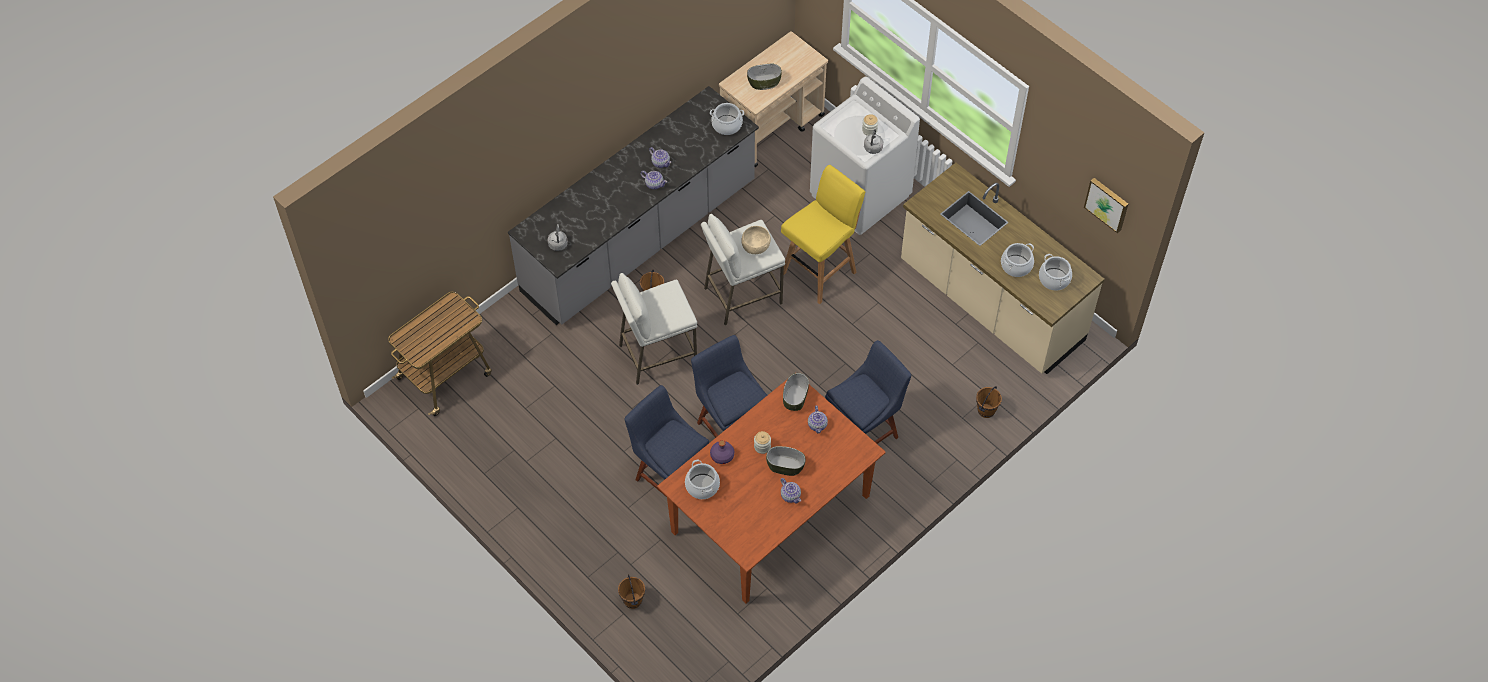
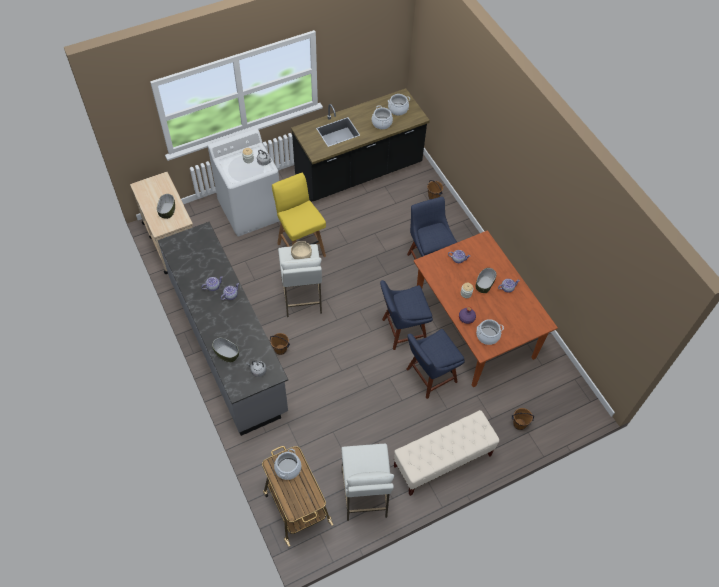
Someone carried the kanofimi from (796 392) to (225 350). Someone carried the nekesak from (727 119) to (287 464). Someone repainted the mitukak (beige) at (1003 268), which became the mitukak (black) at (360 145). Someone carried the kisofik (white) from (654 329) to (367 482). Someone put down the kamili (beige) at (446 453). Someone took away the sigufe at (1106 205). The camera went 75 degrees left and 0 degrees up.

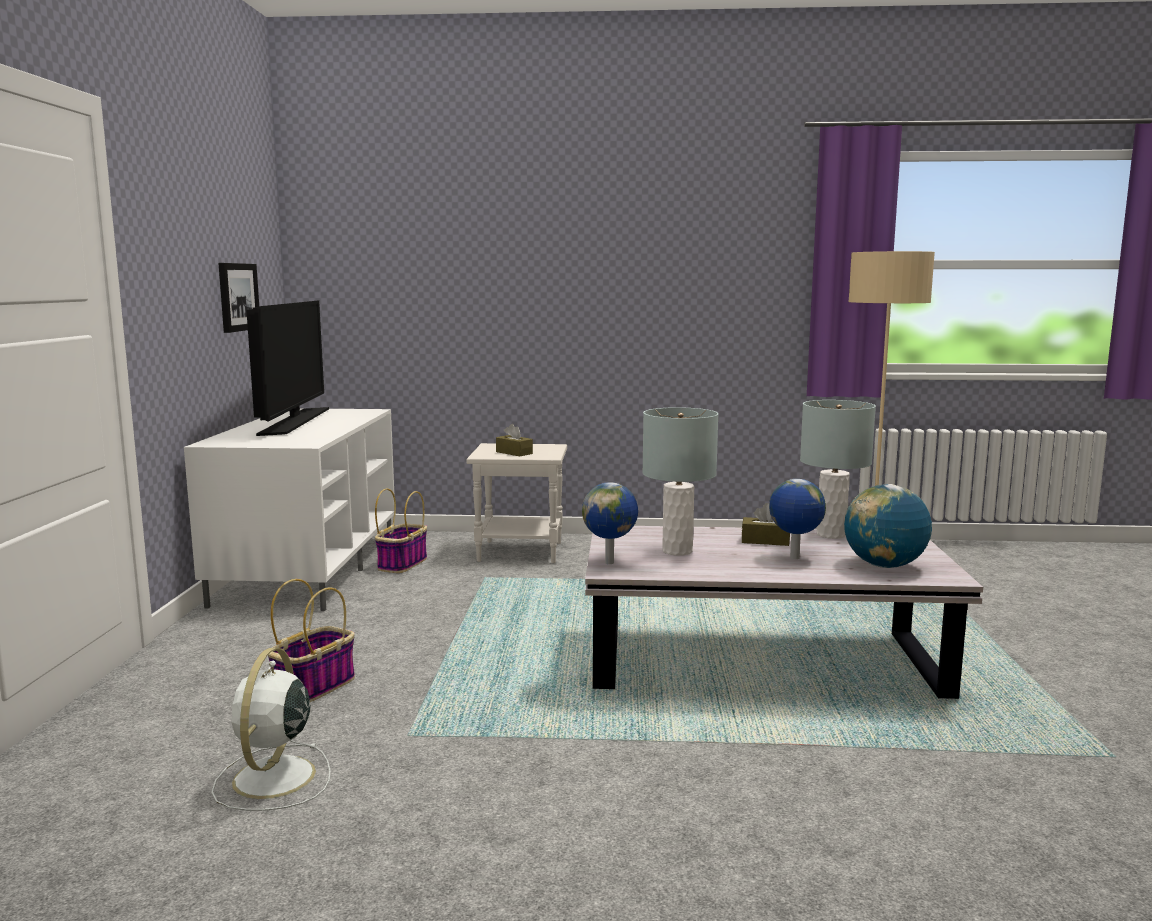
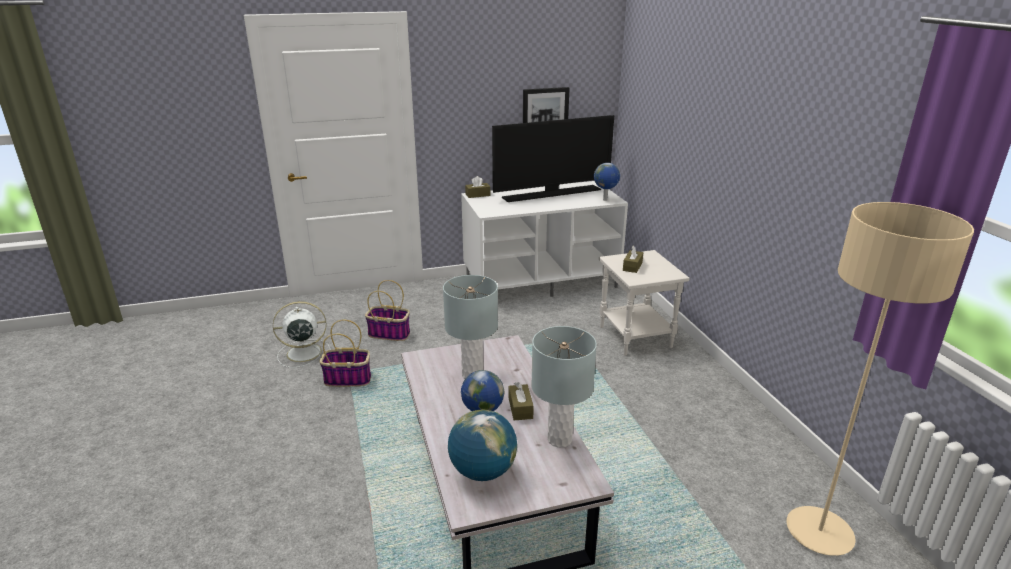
Someone carried the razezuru from (401 530) to (345 353). Someone put down the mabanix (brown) at (477 187). Someone carried the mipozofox from (610 523) to (607 182). The camera went 70 degrees right and 15 degrees up.

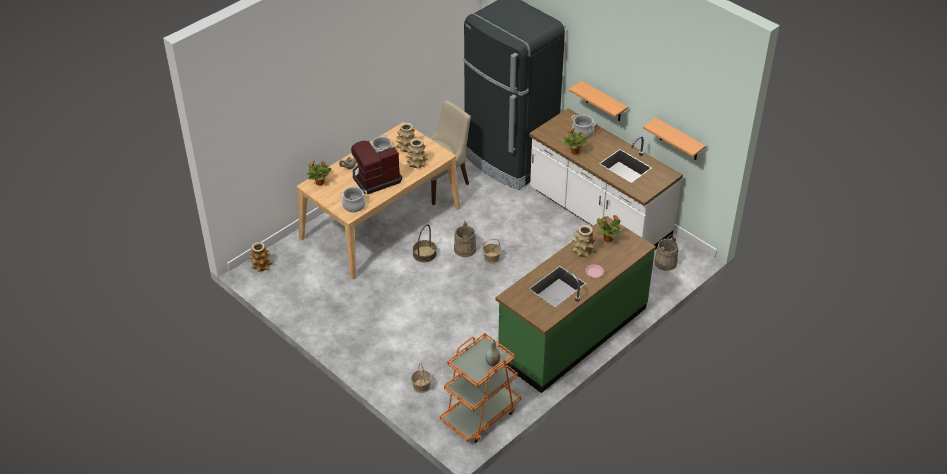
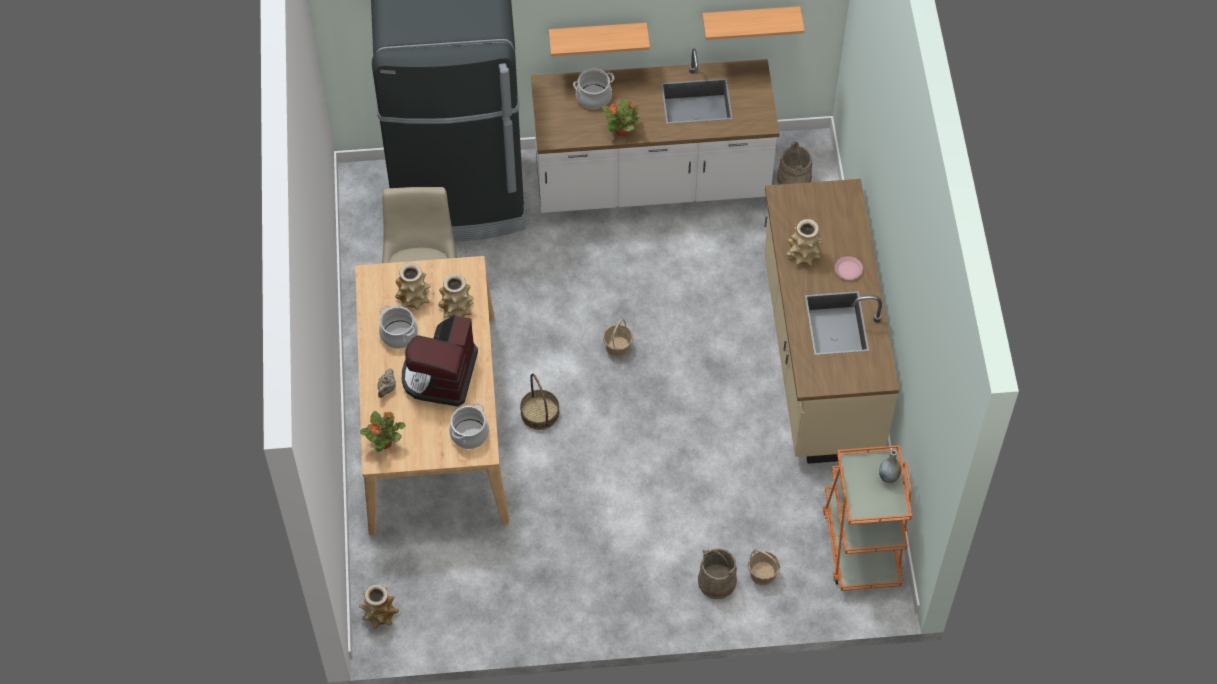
Someone carried the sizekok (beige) from (465 239) to (717 573). Someone repainted the mitukak (green) at (576 304), which became the mitukak (beige) at (831 321). Someone took away the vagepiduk at (610 229). The camera went 50 degrees left and 15 degrees up.

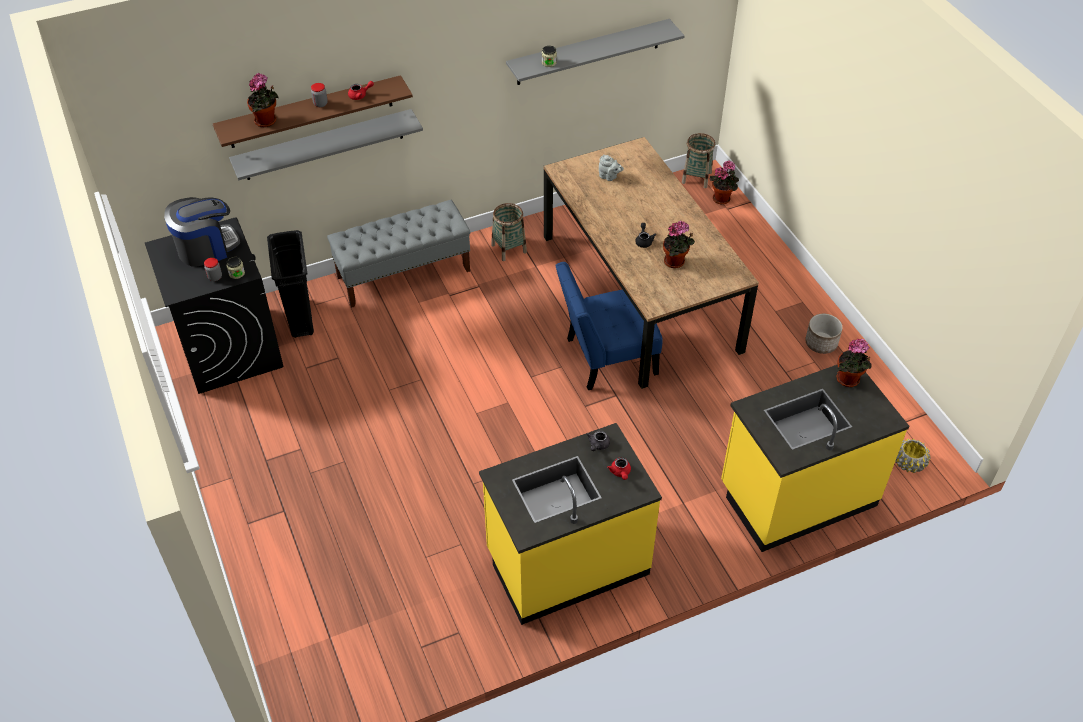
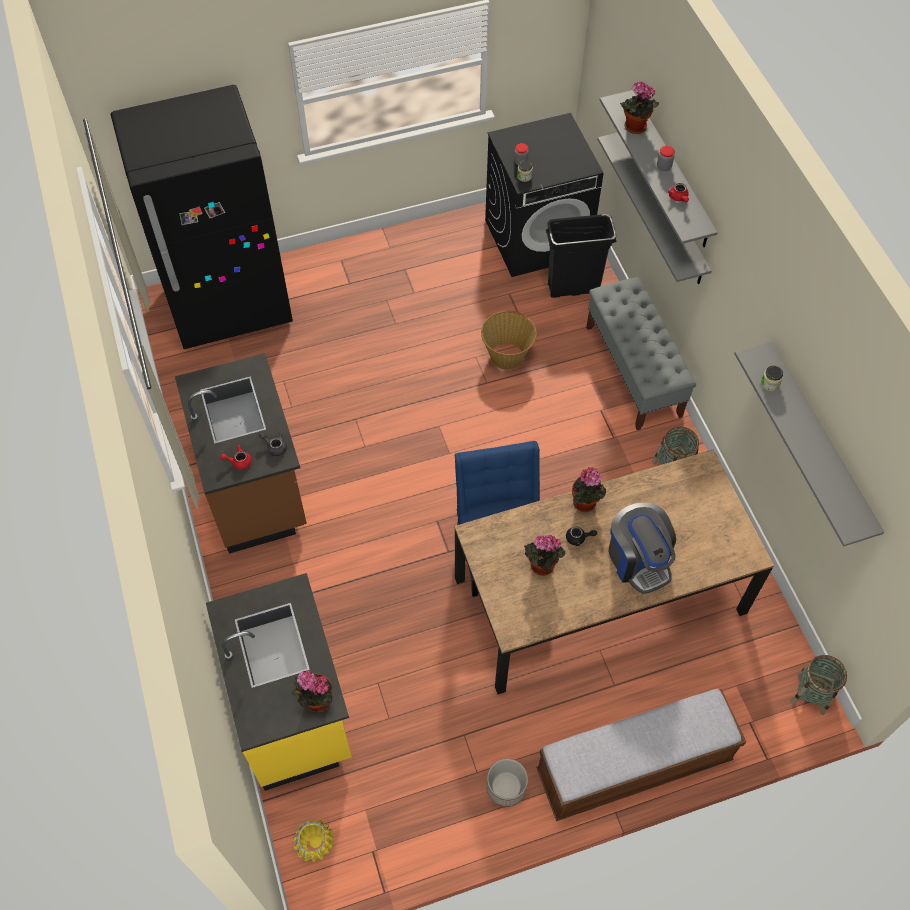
Someone put down the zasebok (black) at (202 217). Someone repainted the mitukak (yellow) at (570 524), which became the mitukak (brown) at (241 453). Someone put down the razezuru at (509 340). Someone put down the kamili at (641 755). Someone carried the vagepiduk from (724 182) to (589 489). Someone repainted the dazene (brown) at (313 111), which became the dazene (grey) at (659 168). Someone carried the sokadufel from (202 232) to (642 548). Someone took away the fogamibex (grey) at (611 168). The camera went 95 degrees right and 10 degrees up.

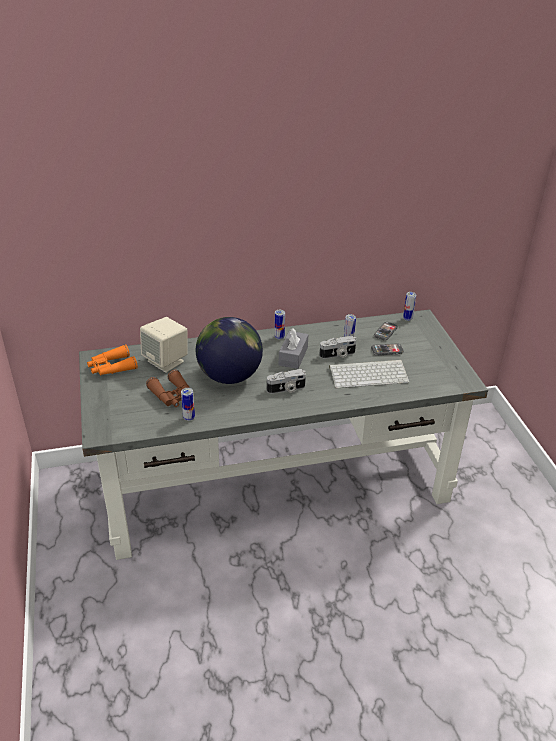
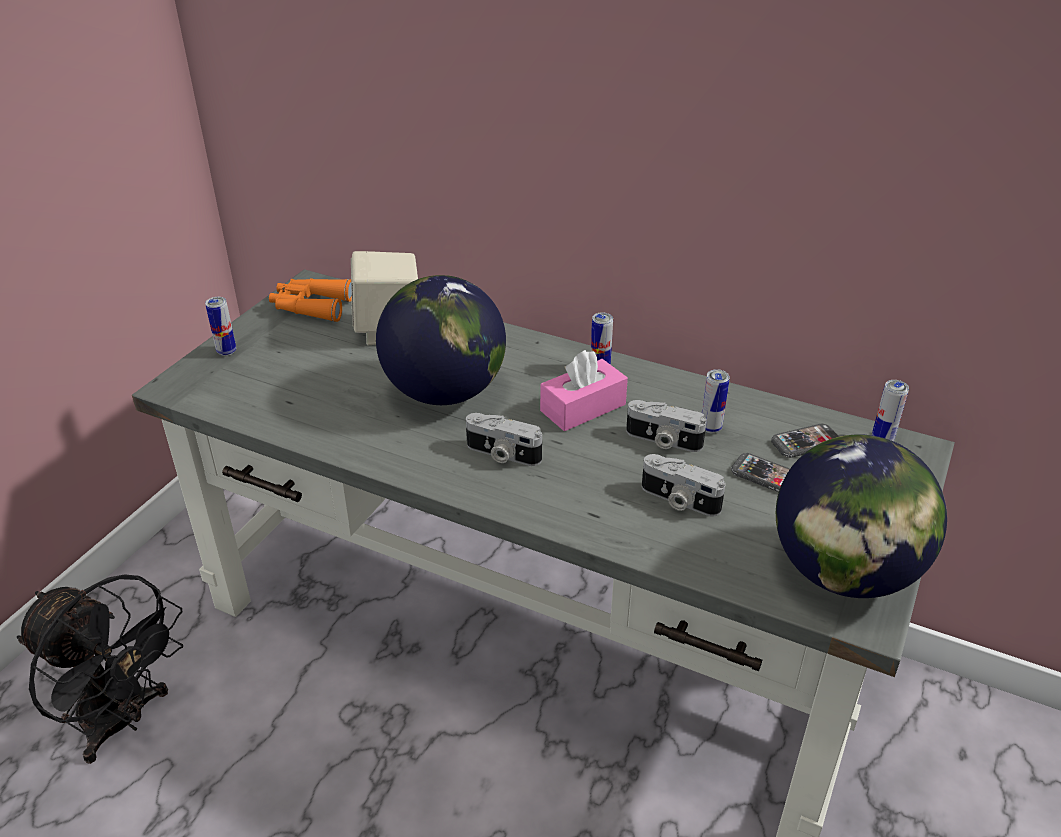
Someone put down the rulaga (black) at (100 669). Someone carried the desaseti from (188 404) to (220 326). Someone repainted the mabanix (grey) at (293 348), which became the mabanix (pink) at (584 390). Someone swapped the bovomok at (369 374) for the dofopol at (683 485). Someone put down the mipozofox at (861 516). Someone took away the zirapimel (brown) at (167 388). The camera went 40 degrees right and 0 degrees up.

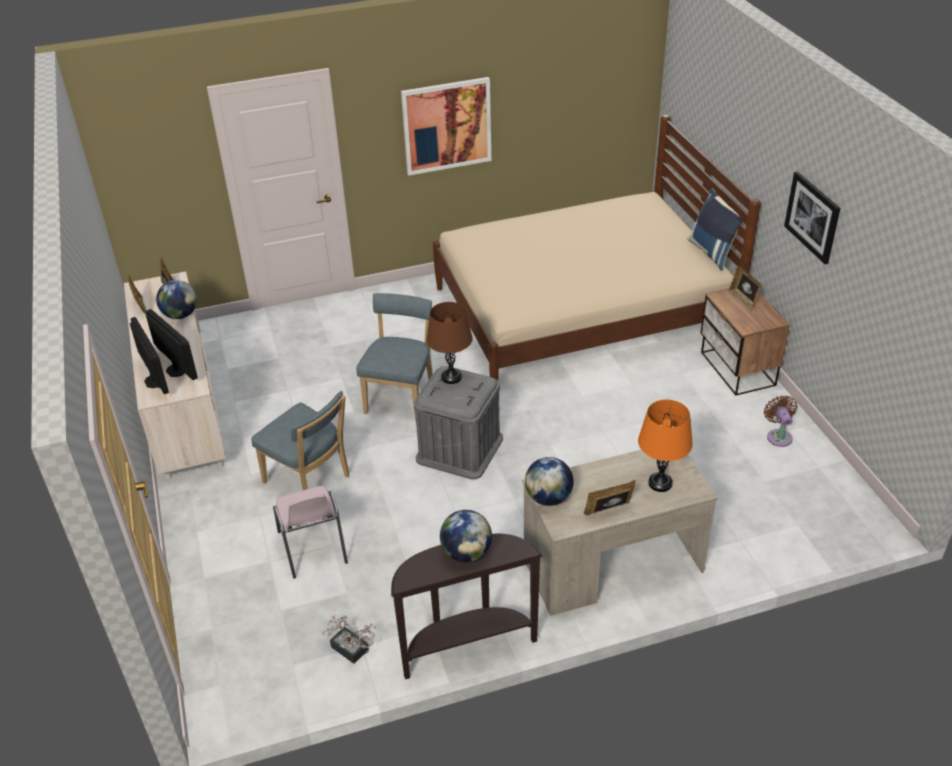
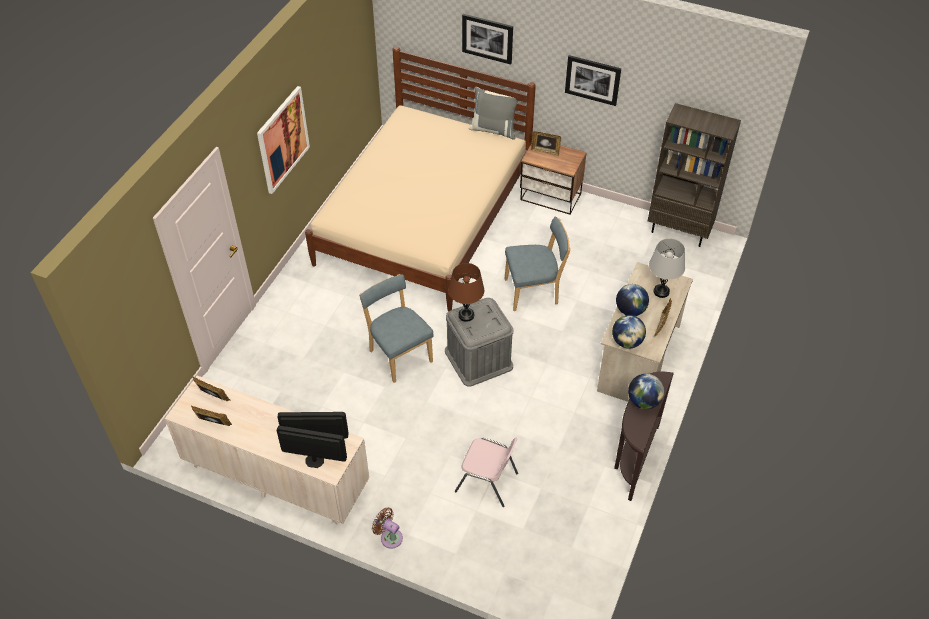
Someone carried the rulaga (brown) from (780 421) to (387 528). Someone put up the sigufe at (487 39). Someone repainted the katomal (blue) at (714 229), which became the katomal (grey) at (493 113). Someone carried the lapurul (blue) from (300 440) to (537 263). Someone carried the mipozofox from (176 299) to (632 300). Someone put down the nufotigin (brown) at (694 175). Someone repainted the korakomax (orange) at (665 446), which became the korakomax (grey) at (667 268). Someone took away the vagepiduk at (349 639). The camera went 50 degrees left and 10 degrees up.

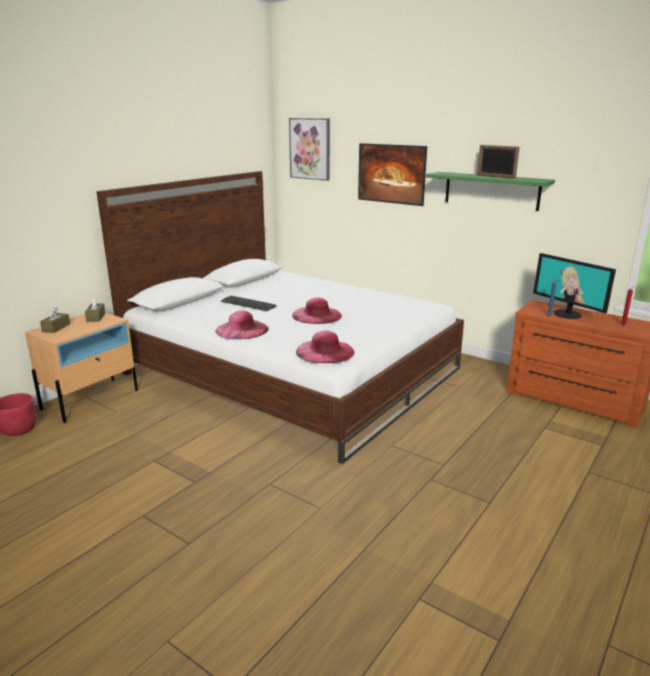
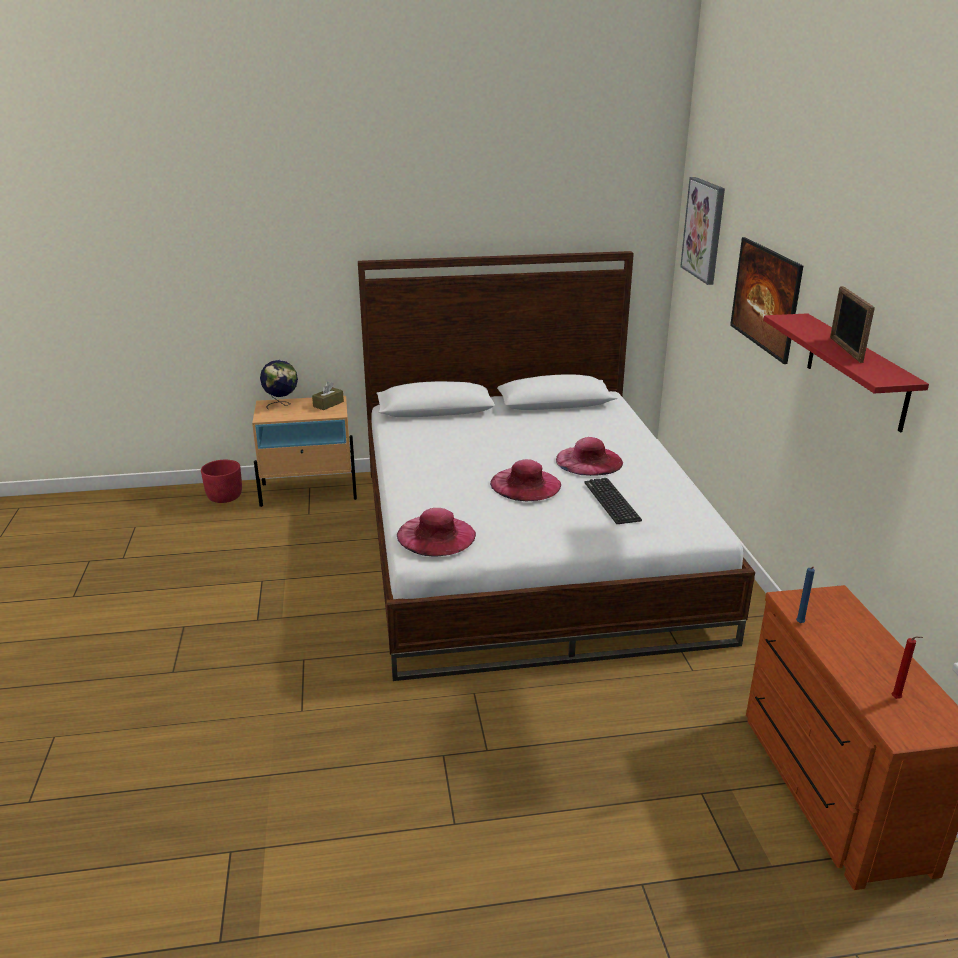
Someone swapped the mabanix (brown) at (55 320) for the mipozofox at (279 384). Someone carried the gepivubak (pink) from (242 325) to (589 456). Someone carried the bovomok from (249 303) to (613 501). Someone repainted the dazene (green) at (490 191), which became the dazene (red) at (846 372). Someone took away the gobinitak at (574 286). The camera went 45 degrees right and 5 degrees up.

